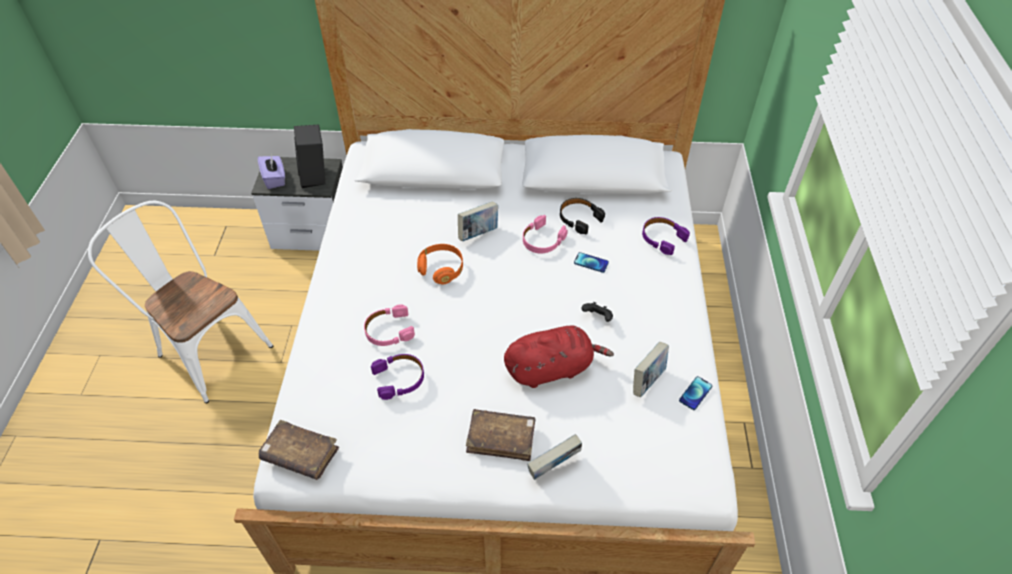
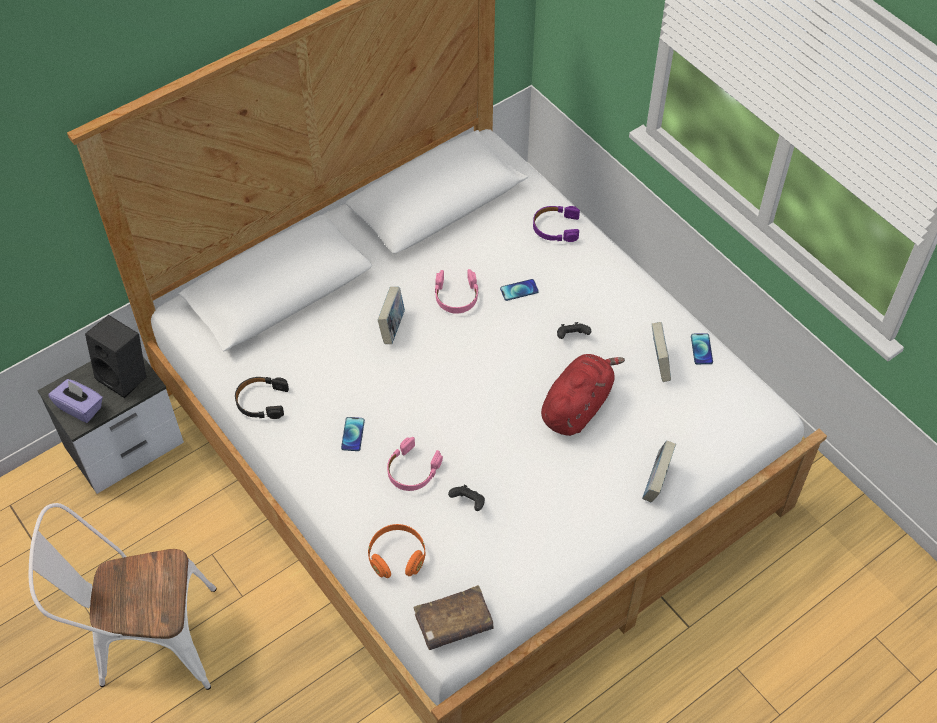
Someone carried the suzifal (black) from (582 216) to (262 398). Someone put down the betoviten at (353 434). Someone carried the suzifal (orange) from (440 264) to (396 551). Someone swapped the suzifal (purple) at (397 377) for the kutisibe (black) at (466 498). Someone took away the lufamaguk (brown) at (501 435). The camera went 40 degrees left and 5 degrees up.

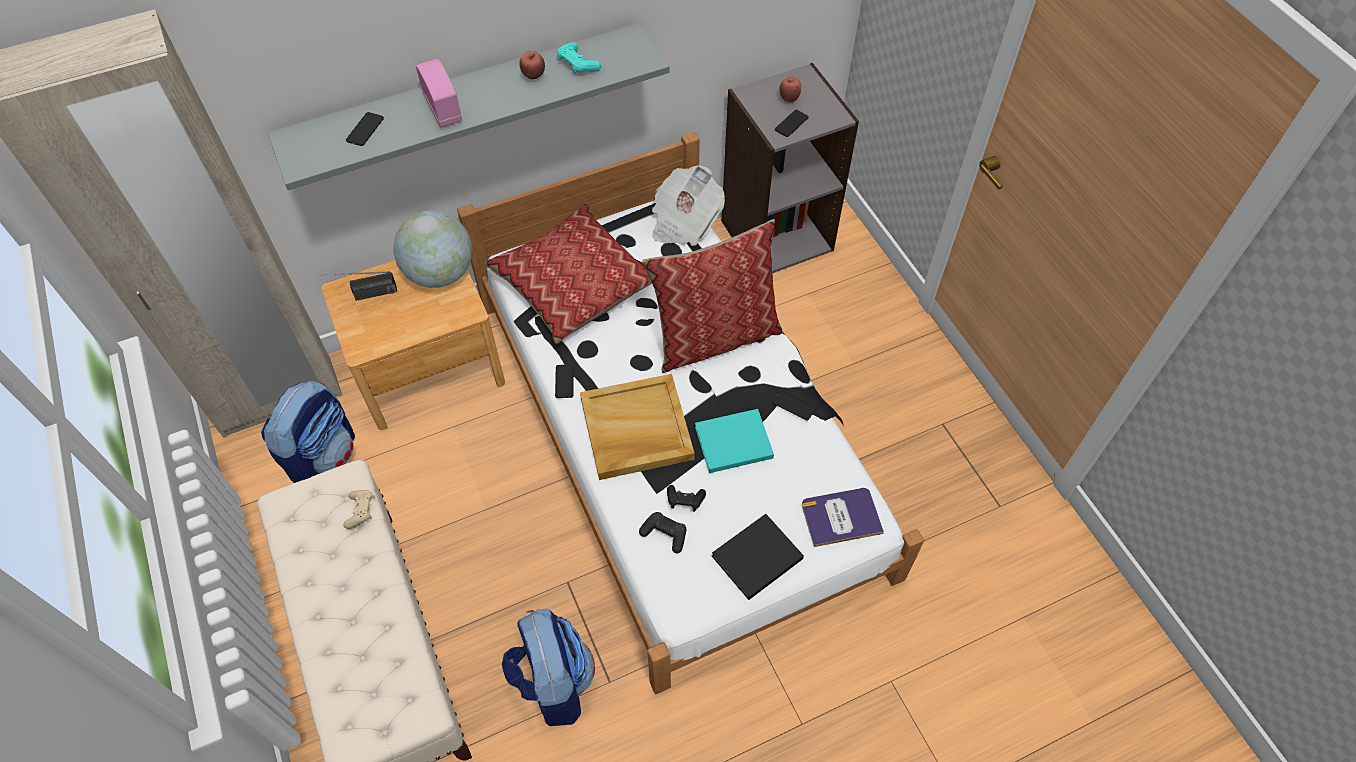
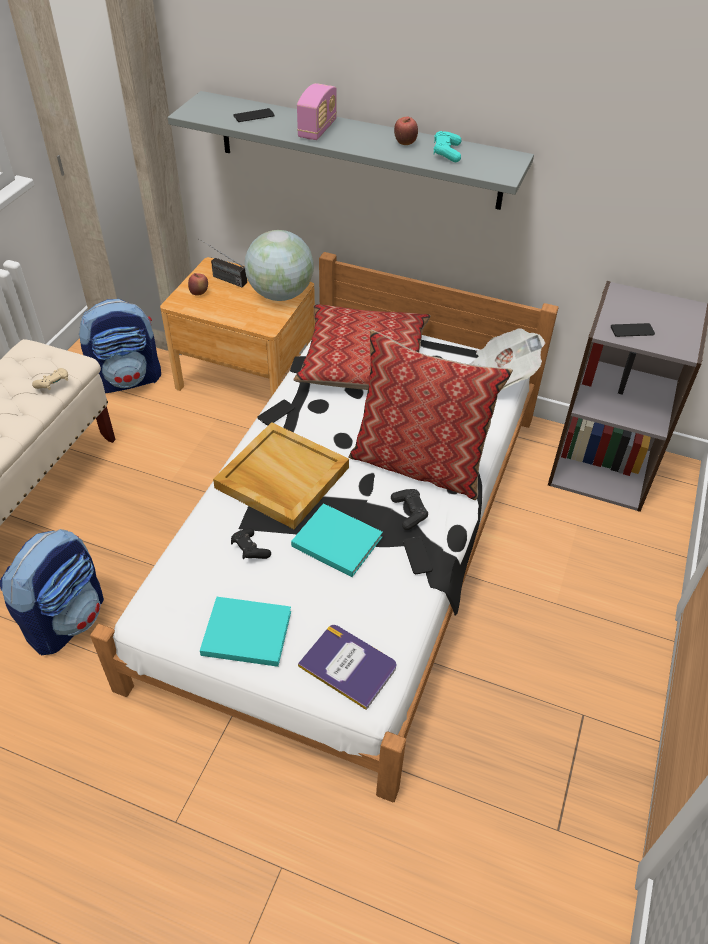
Someone carried the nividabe from (790 90) to (198 284). Someone repainted the lufamaguk (black) at (758 557), which became the lufamaguk (turquoise) at (245 632). Someone carried the kutisibe (black) from (662 532) to (409 509). The camera went 45 degrees right and 10 degrees down.

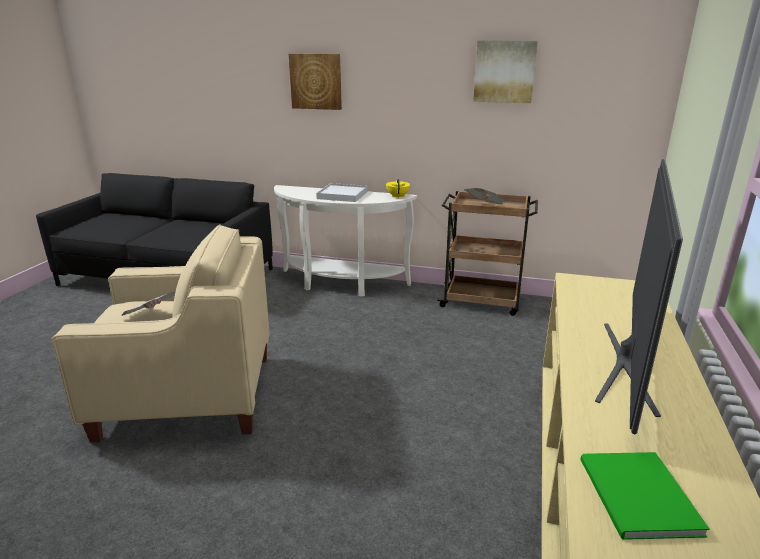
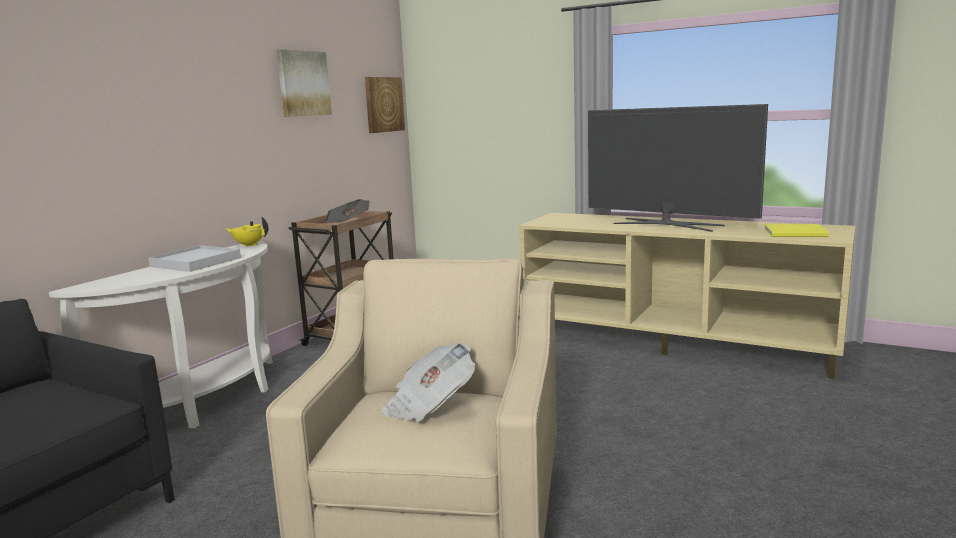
Someone carried the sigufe from (315 81) to (385 105). Someone repainted the lufamaguk (green) at (645 496), which became the lufamaguk (yellow) at (796 230). The camera went 75 degrees left and 10 degrees down.

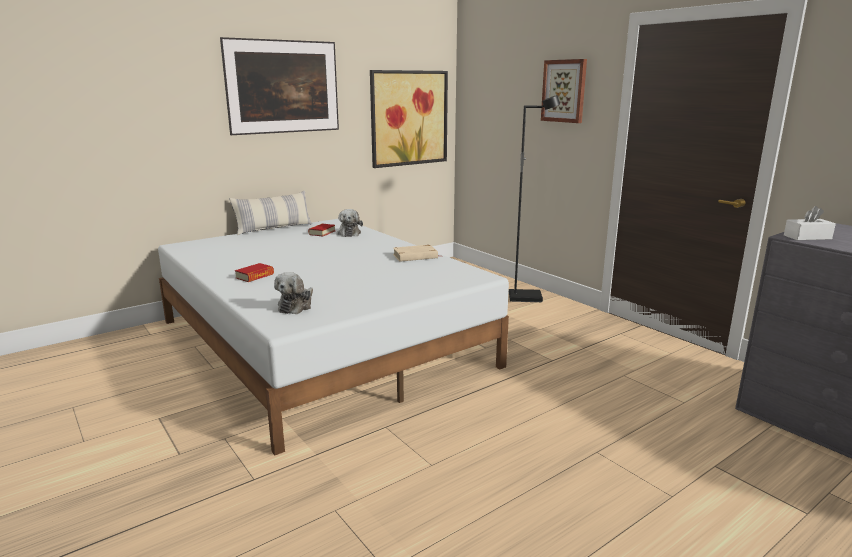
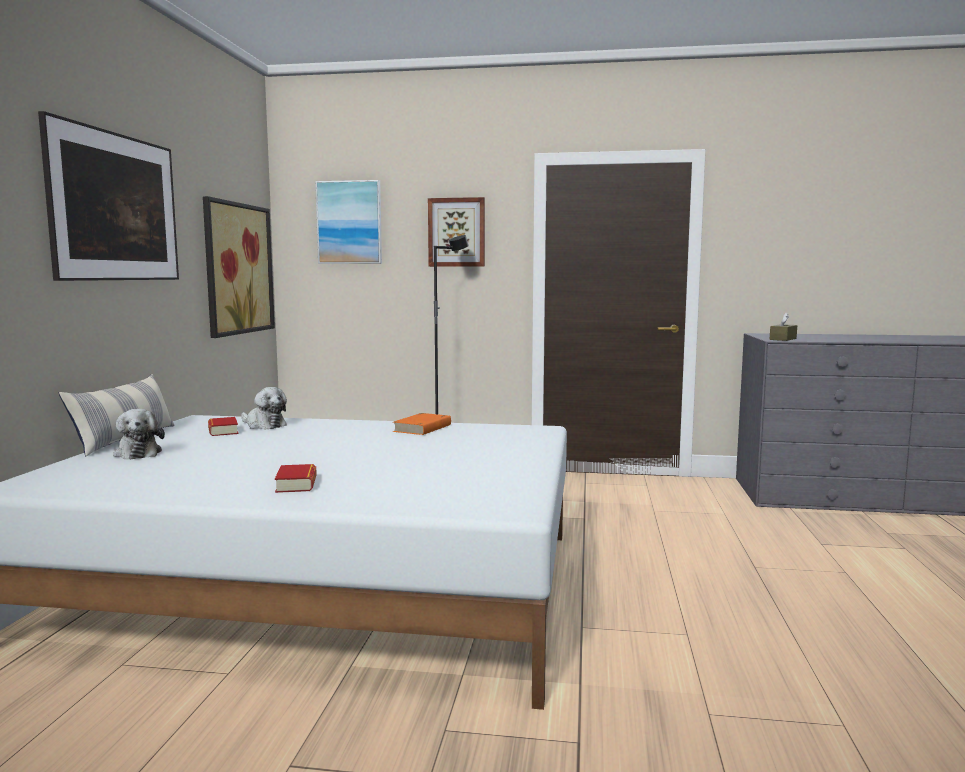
Someone carried the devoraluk from (293 293) to (139 434). Someone put up the sigufe at (348 222). Someone repainted the lufamaguk (beige) at (415 253), which became the lufamaguk (orange) at (422 424). Someone repainted the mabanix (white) at (810 223), which became the mabanix (brown) at (783 326). The camera went 45 degrees left and 10 degrees down.

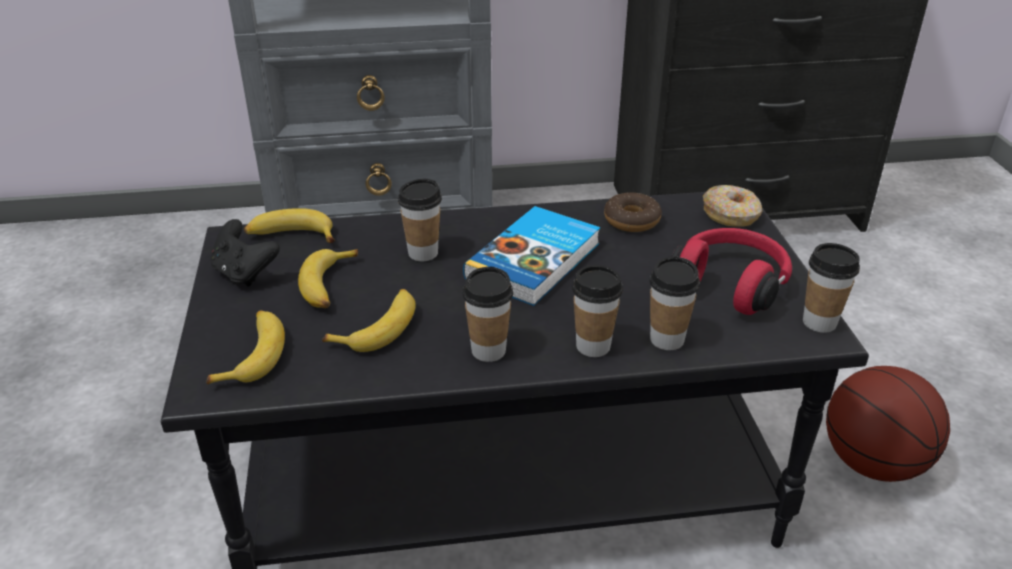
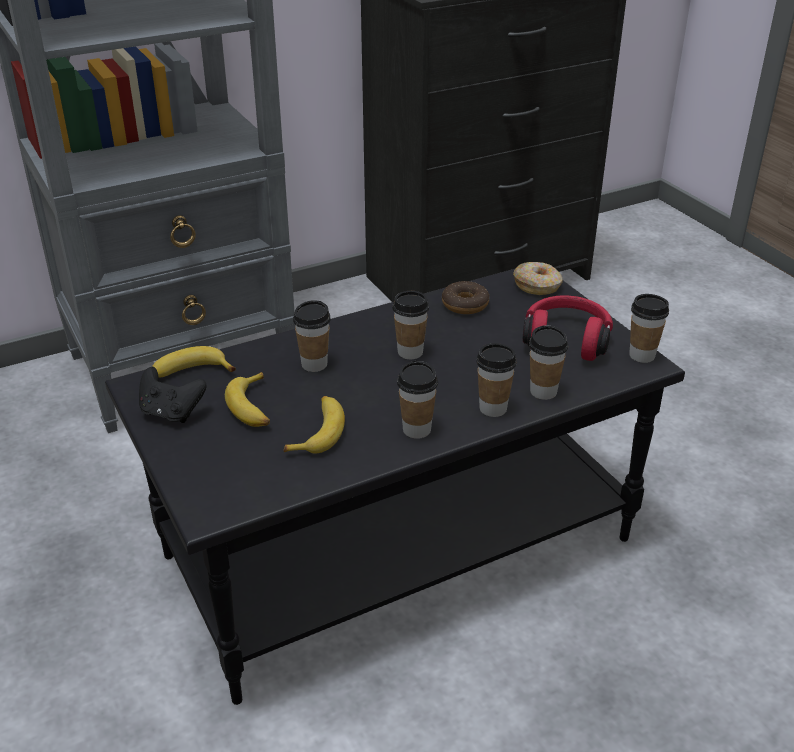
Someone swapped the lufamaguk at (531 256) for the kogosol at (410 325). Someone took away the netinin at (245 347). Someone took away the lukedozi at (888 424). The camera went 20 degrees left and 0 degrees up.

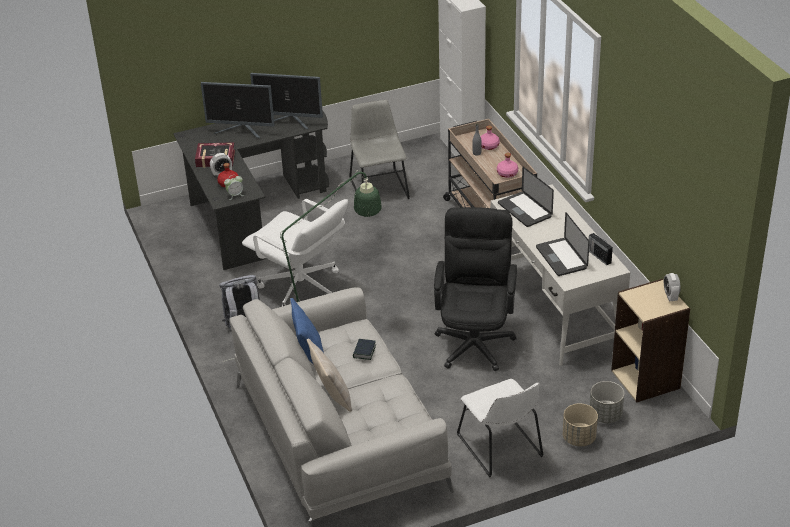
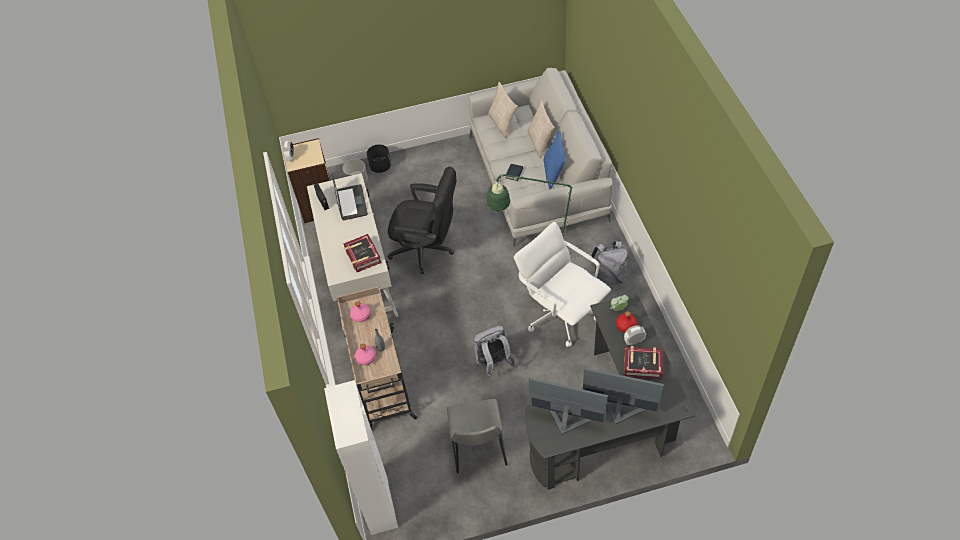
Someone swapped the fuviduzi at (526 197) for the lufamaguk at (362 253). Someone repainted the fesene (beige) at (580 424), which became the fesene (black) at (379 158). Someone rotated the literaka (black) at (475 289) by 90 degrees counterclockwise. Someone put down the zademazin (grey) at (495 351). Someone put down the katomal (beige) at (503 110). Someone took away the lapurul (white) at (500 428). The camera went 170 degrees left and 15 degrees up.

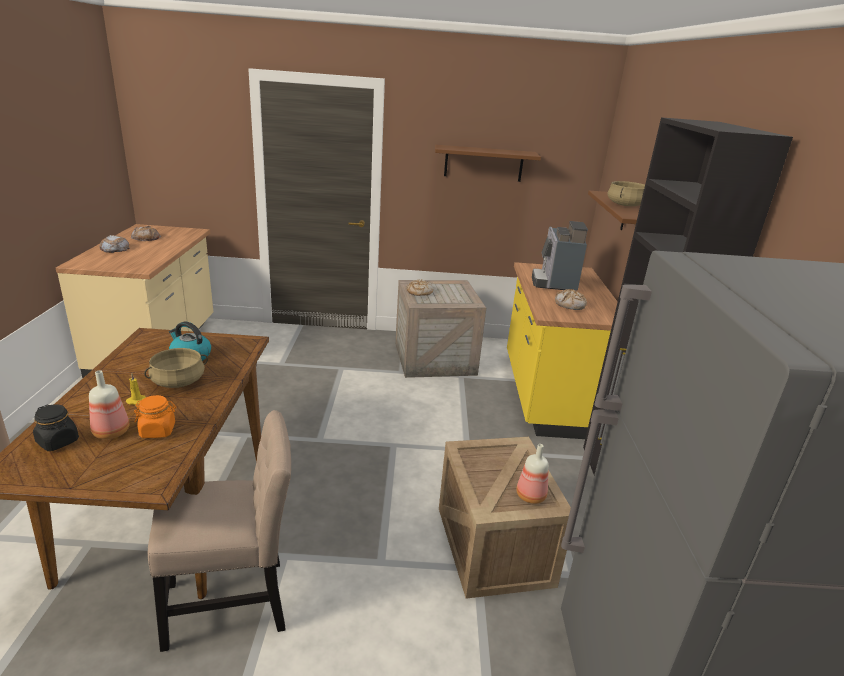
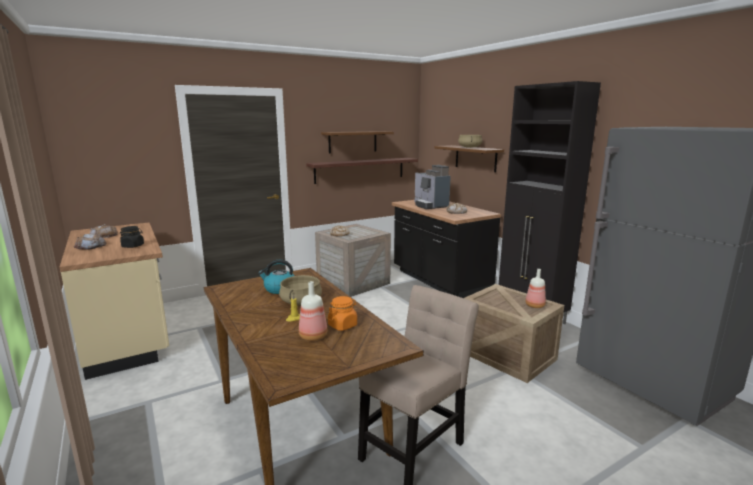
Someone carried the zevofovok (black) from (56 427) to (132 237). Someone put up the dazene at (362 171). Someone repainted the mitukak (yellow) at (562 350), which became the mitukak (black) at (446 249). The camera went 30 degrees left and 10 degrees down.

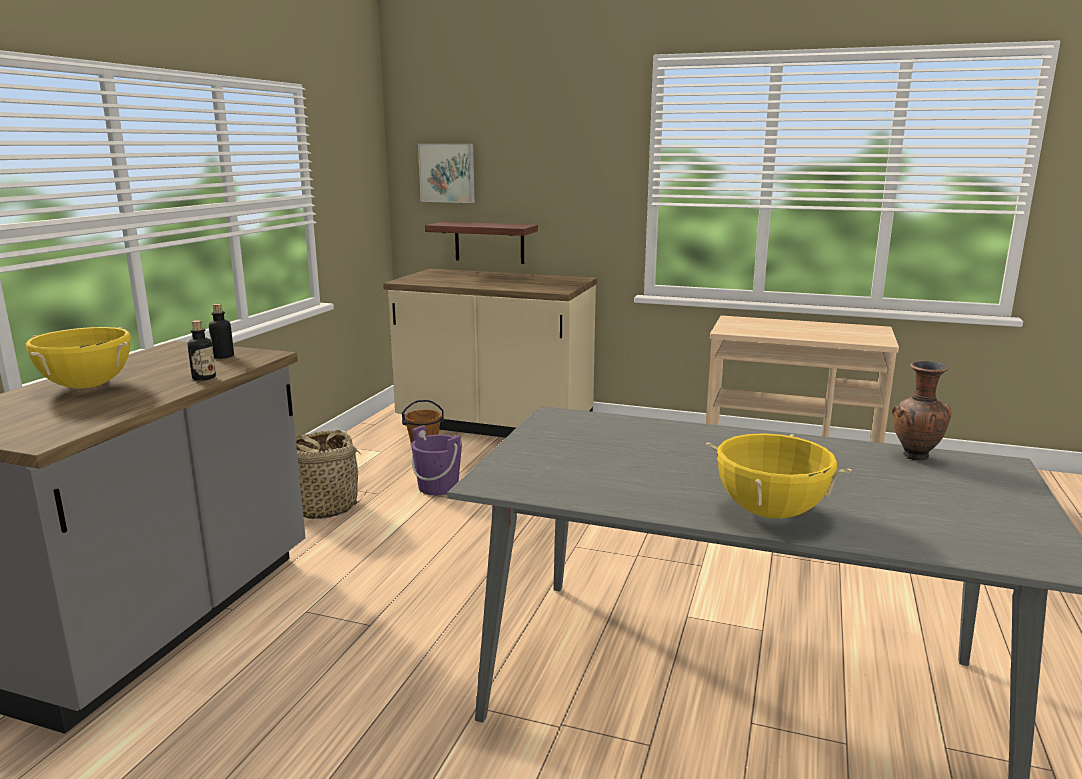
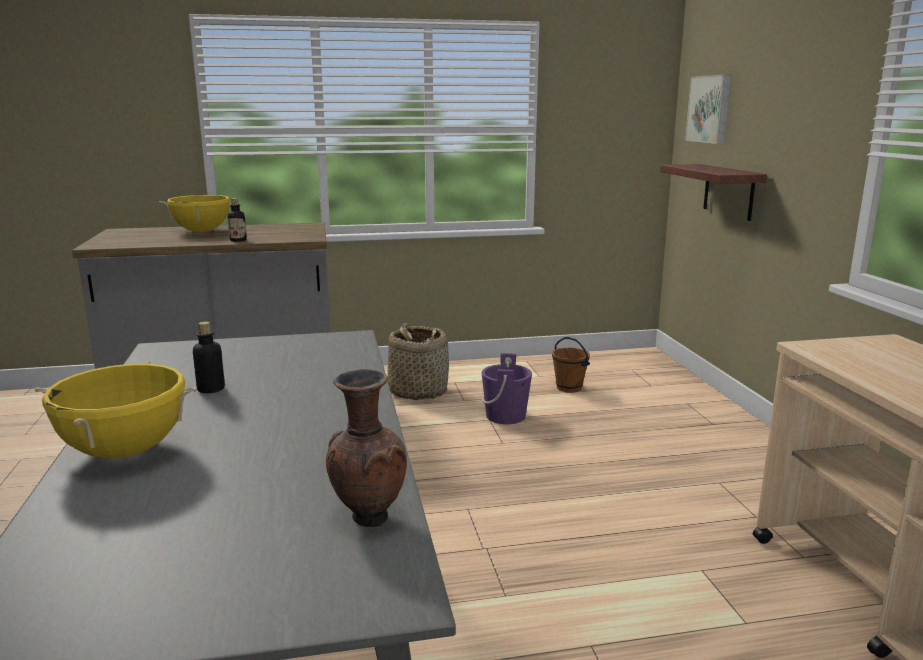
Someone carried the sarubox from (221 331) to (209 357). Someone took away the mitukak (beige) at (490 353). The camera went 60 degrees right and 0 degrees up.

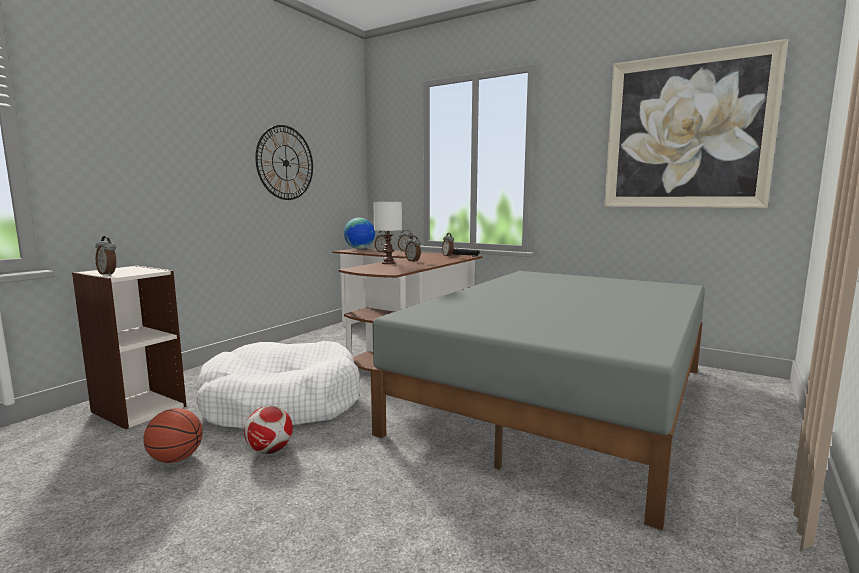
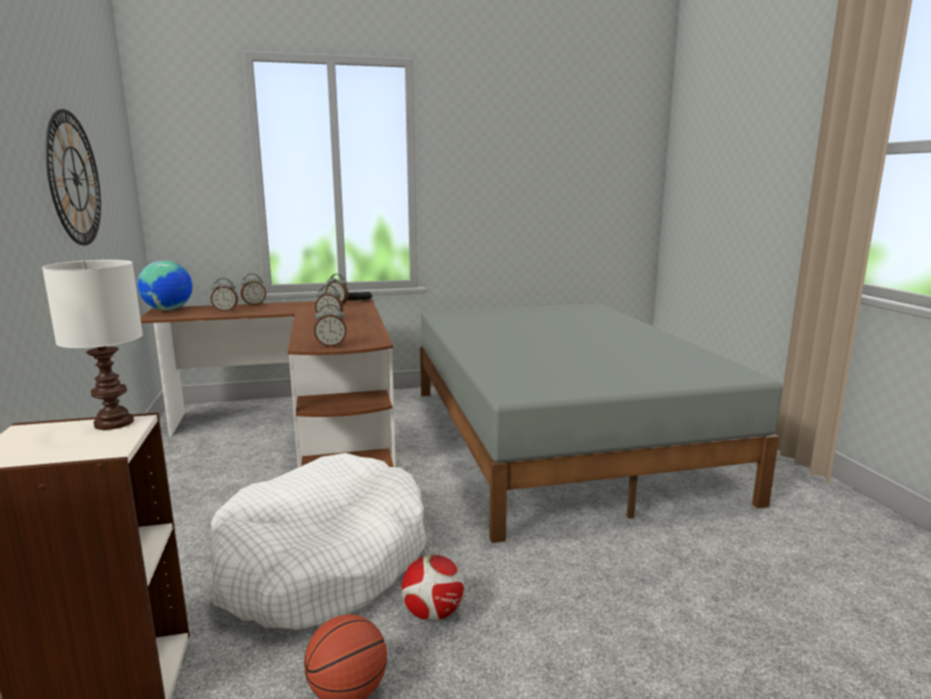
Someone carried the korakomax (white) from (387 233) to (92 345). Someone carried the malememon from (105 256) to (330 325). Someone took away the sigufe at (696 123). The camera went 45 degrees left and 5 degrees up.

